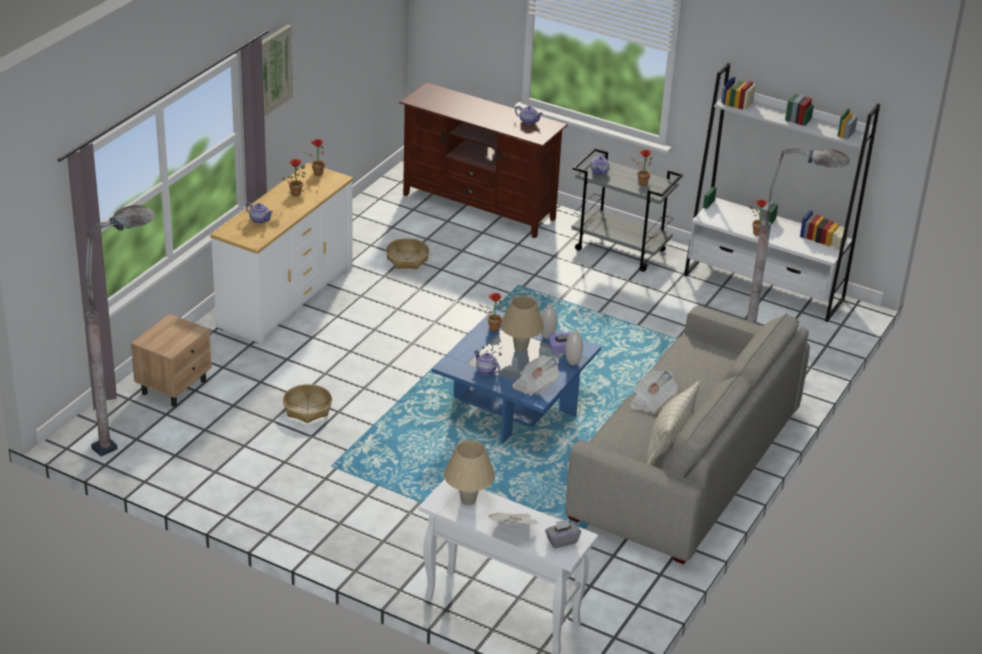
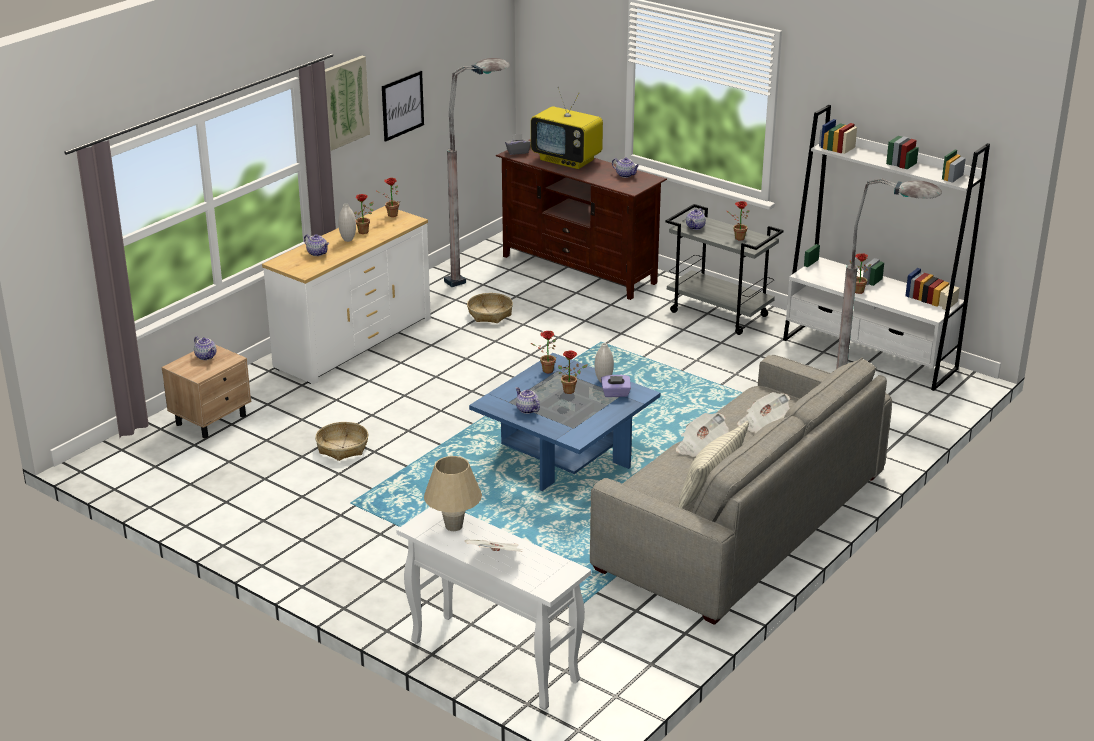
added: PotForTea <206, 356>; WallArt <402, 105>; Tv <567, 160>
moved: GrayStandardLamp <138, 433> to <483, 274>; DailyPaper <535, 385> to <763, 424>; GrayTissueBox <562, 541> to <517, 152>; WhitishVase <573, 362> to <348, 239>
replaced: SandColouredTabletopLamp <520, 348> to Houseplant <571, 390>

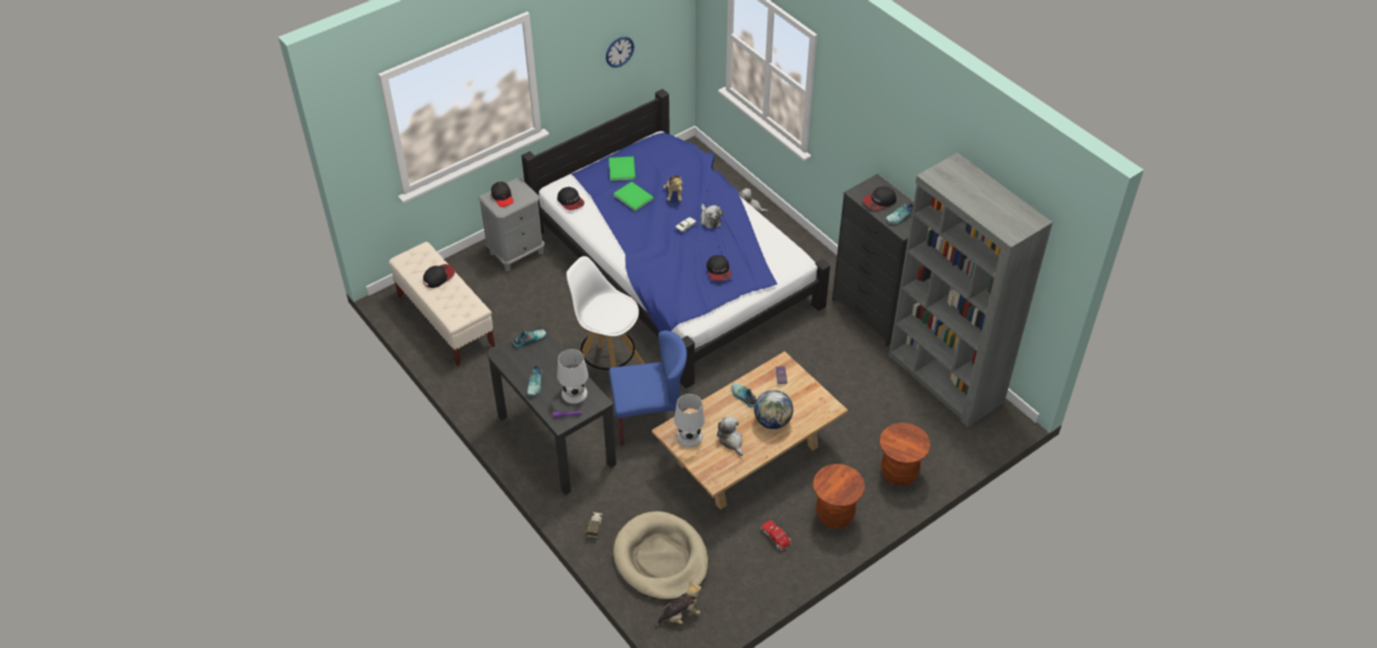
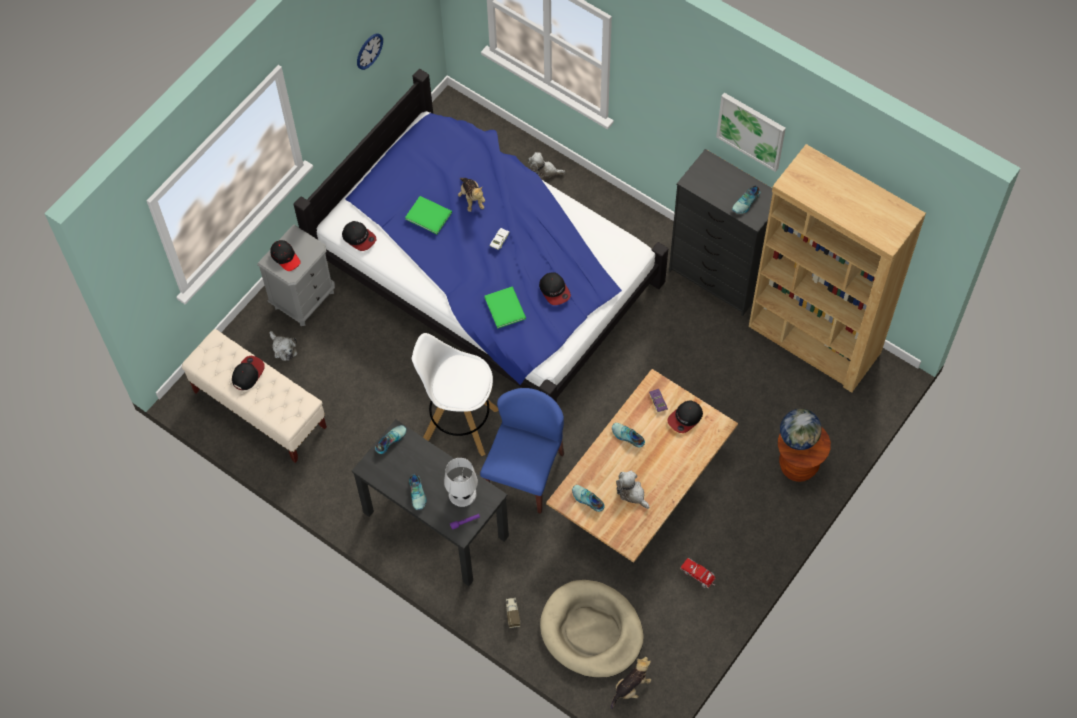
removed: BrownStoolSeat <834, 515>
added: WallArt <751, 130>
moved: GreenColouredVolume <623, 169> to <505, 306>; CuddlyToy <710, 220> to <283, 349>; Globe <772, 421> to <798, 438>; PeakedCap <879, 201> to <685, 418>
replaced: WhitishTabletopLamp <689, 437> to ItemOfFootwear <587, 500>
recoloured: GrayBookshelf <945, 379> to BrownBookshelf <814, 340>
turned: BluishChair <649, 420> = <525, 473> 45 degrees counterclockwise

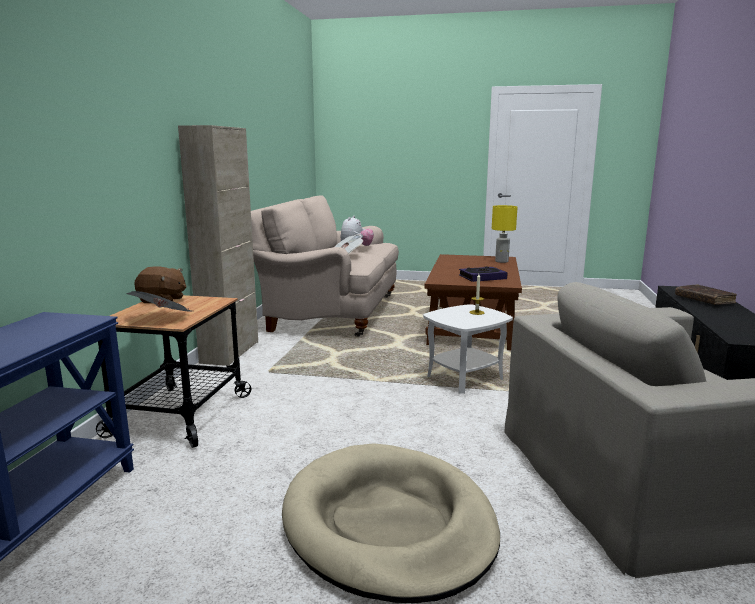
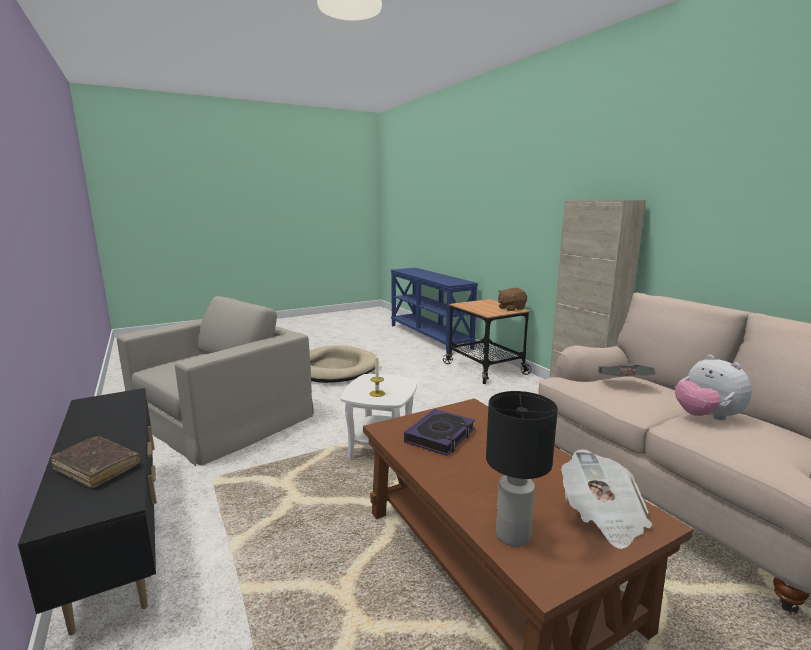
moved: DailyPaper <164, 318> to <602, 516>
recoloured: YellowTabletopLamp <502, 261> to BlackishTabletopLamp <512, 536>

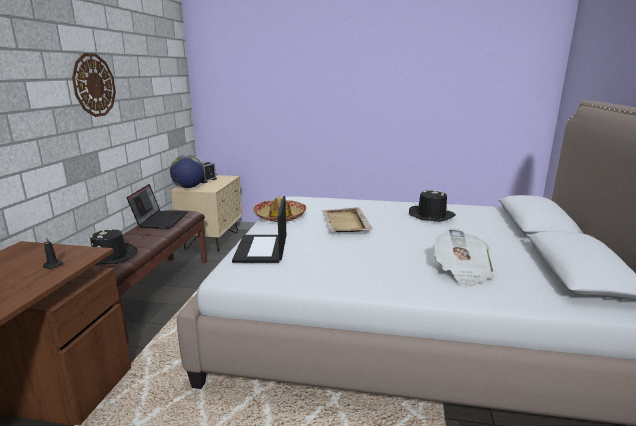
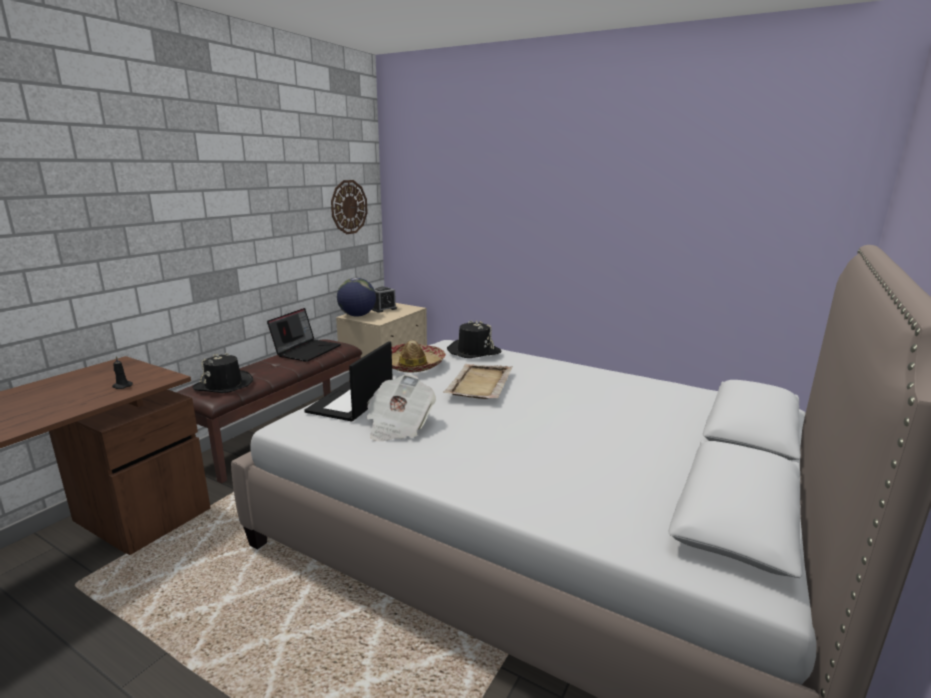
moved: HangingClock <94, 85> to <349, 207>; BlackishClothingHat <431, 215> to <473, 351>; DailyPaper <461, 272> to <398, 426>

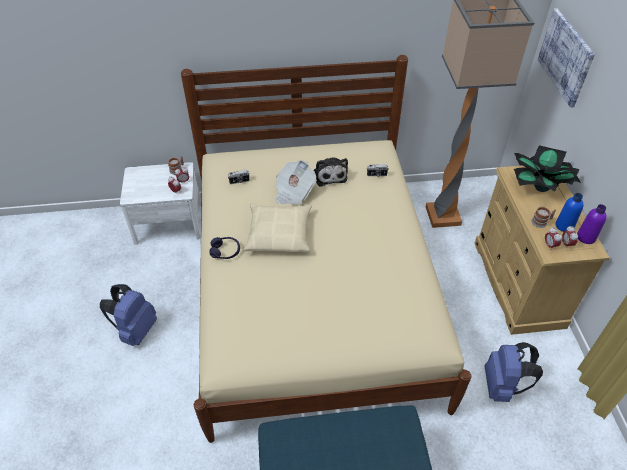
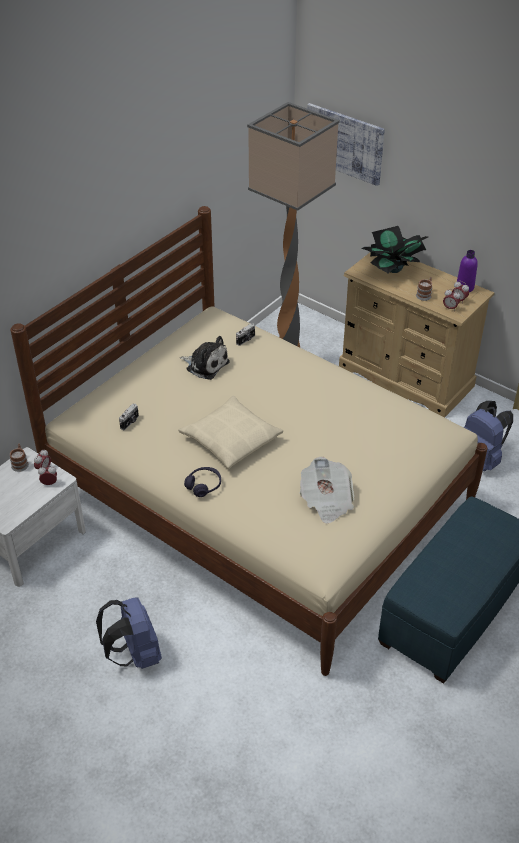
removed: BluishBottle <564, 226>
moved: DailyPaper <293, 192> to <326, 501>

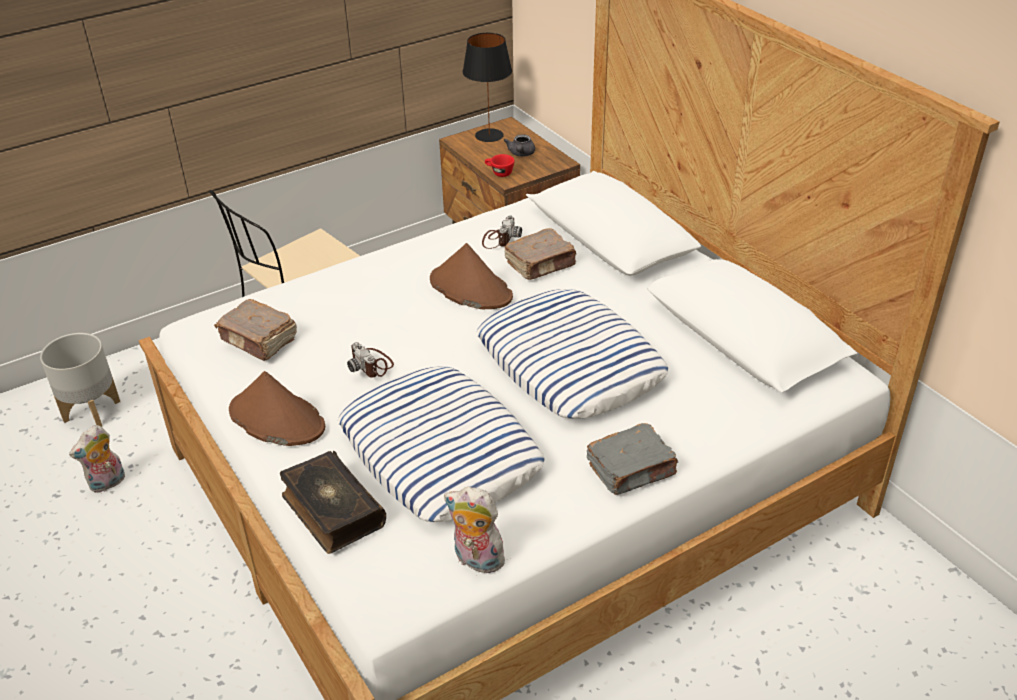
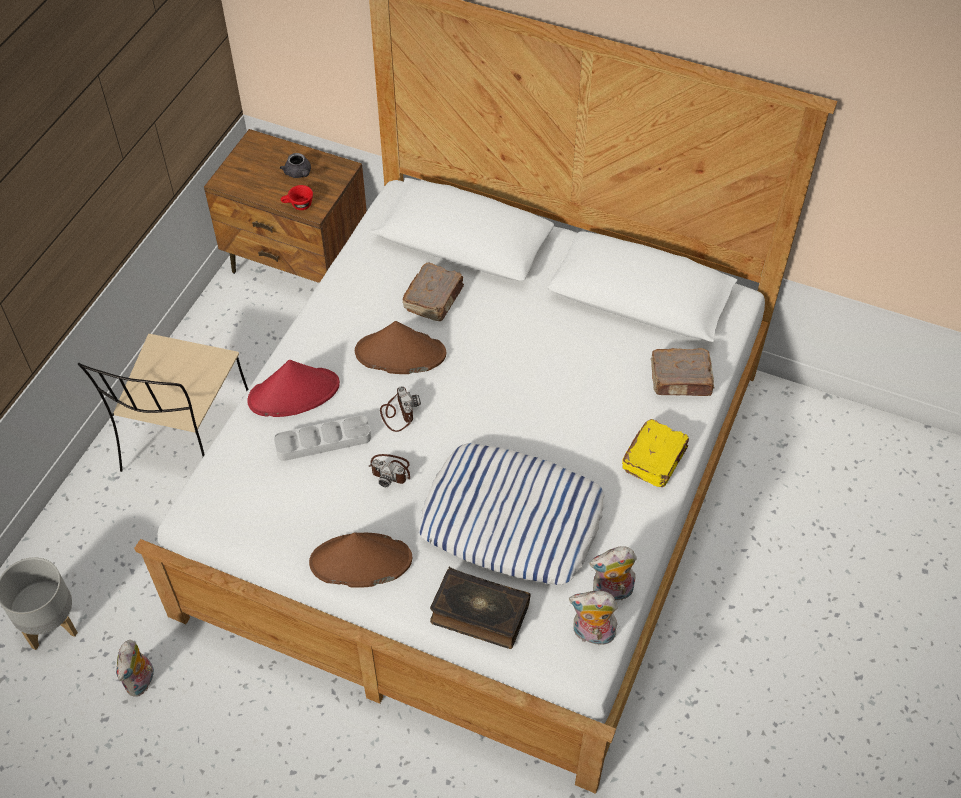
removed: BlackishTabletopLamp <489, 135>; Pillow <570, 364>
added: ReddishClothingHat <294, 393>; GrayServingTray <323, 441>; CuddlyToy <592, 634>
moved: BrownVolume <259, 340> to <681, 380>; PhotoCamera <499, 239> to <398, 413>
recoloured: GrayVolume <632, 470> to YellowVolume <655, 459>

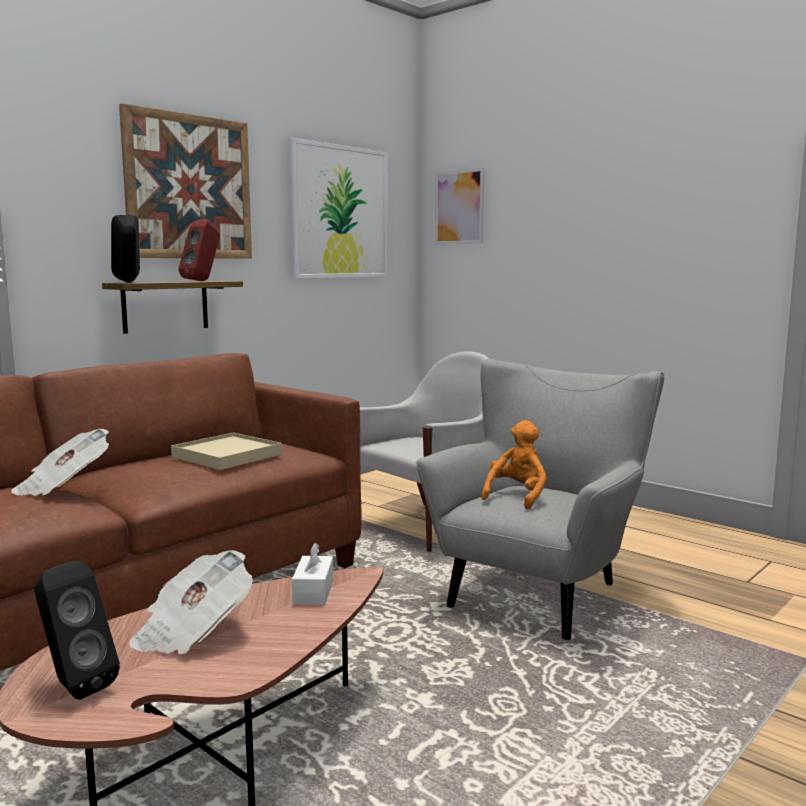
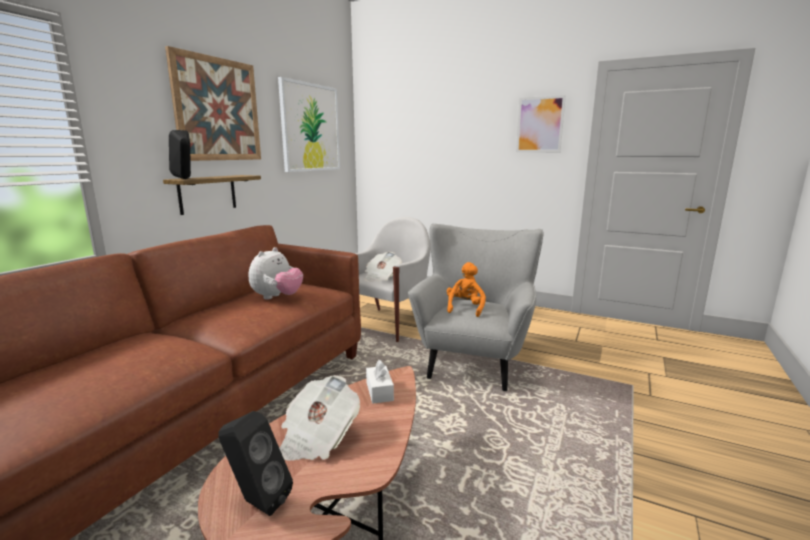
removed: ReddishLoudspeaker <203, 281>
moved: DailyPaper <63, 487> to <381, 277>; WallArt <459, 207> to <540, 124>
replaced: SandColouredServingTray <227, 455> to CuddlyToy <277, 297>

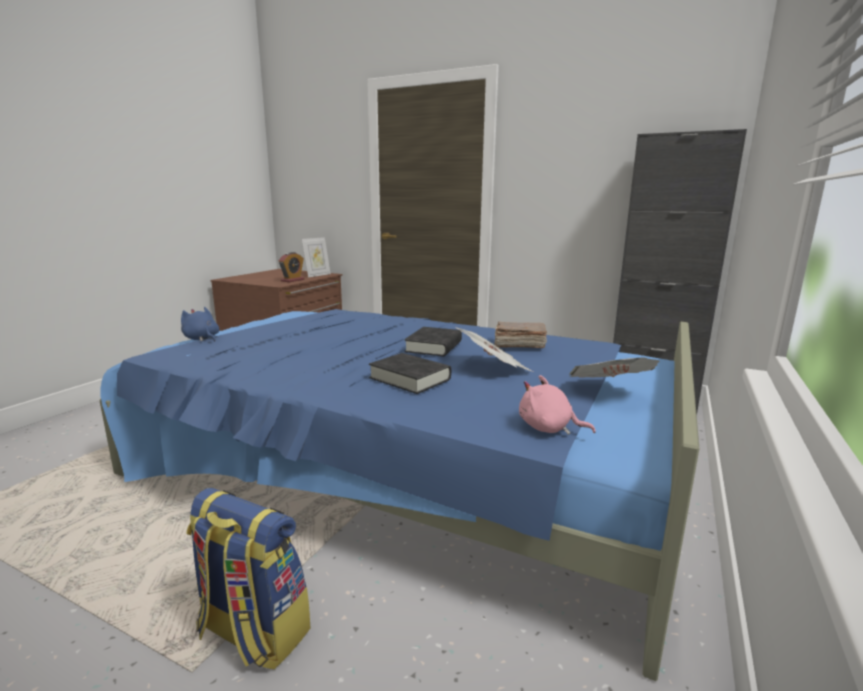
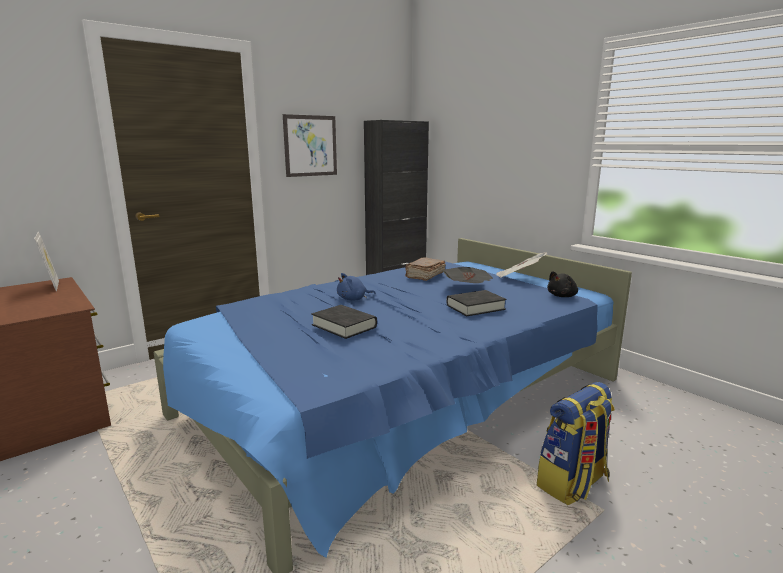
removed: TableClock <292, 280>
added: WallArt <310, 146>
moved: BluishCuddlyToy <202, 339> to <353, 299>; BlackishVolume <434, 347> to <344, 326>
recoloured: PinkishCuddlyToy <548, 428> to BlackishCuddlyToy <562, 296>

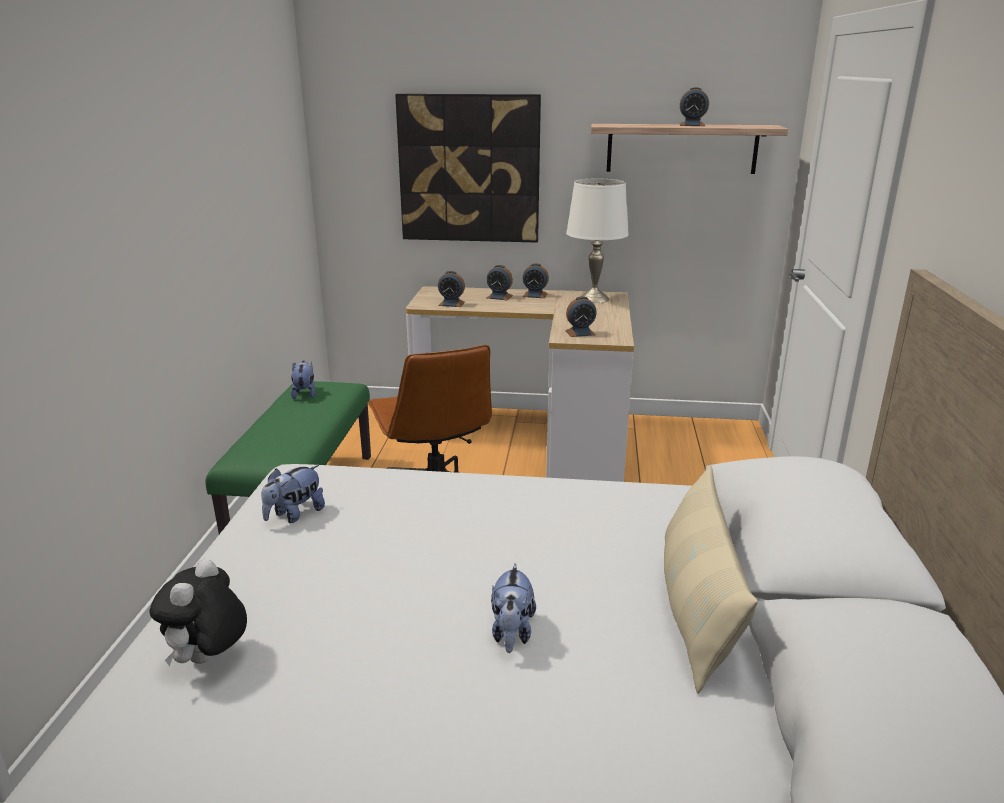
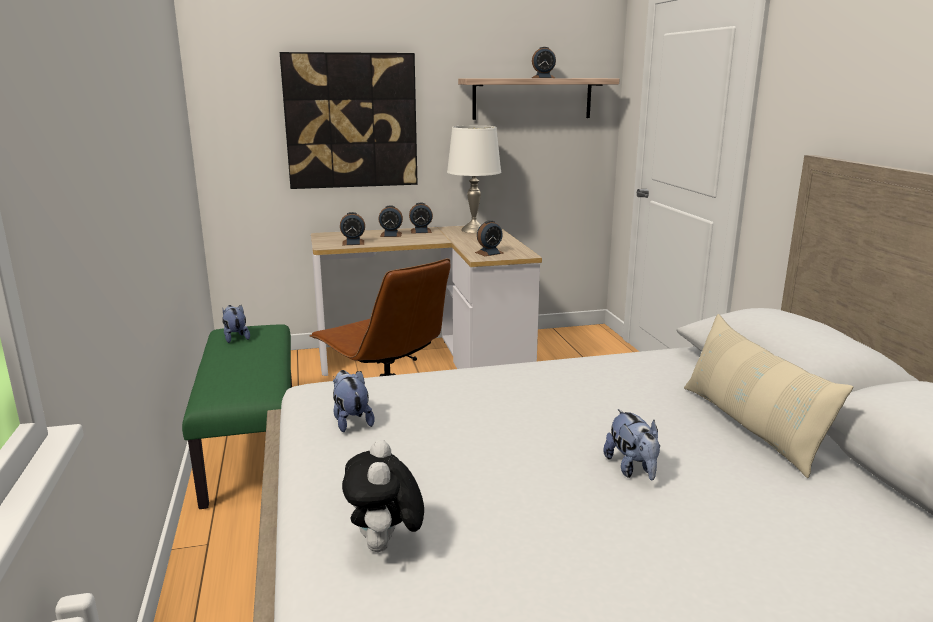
turned: CuddlyToy <294, 514> = <351, 421> 135 degrees clockwise

